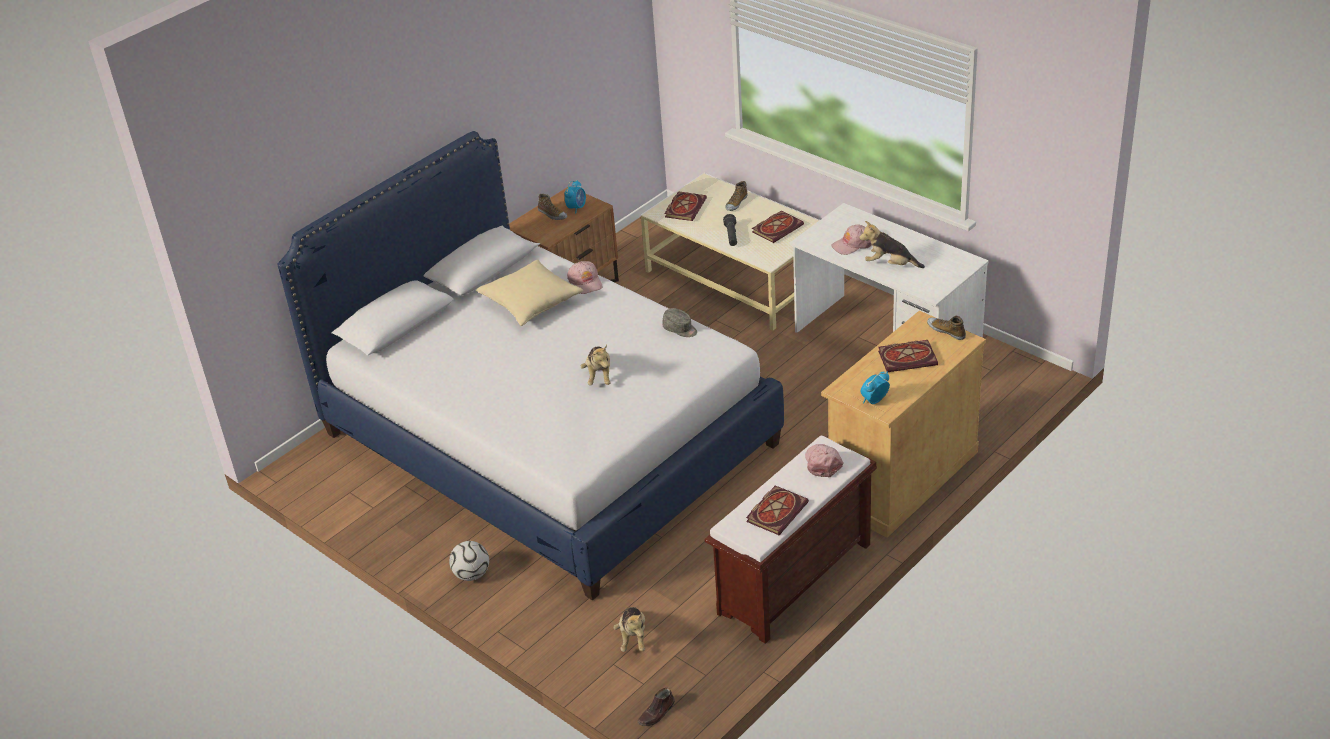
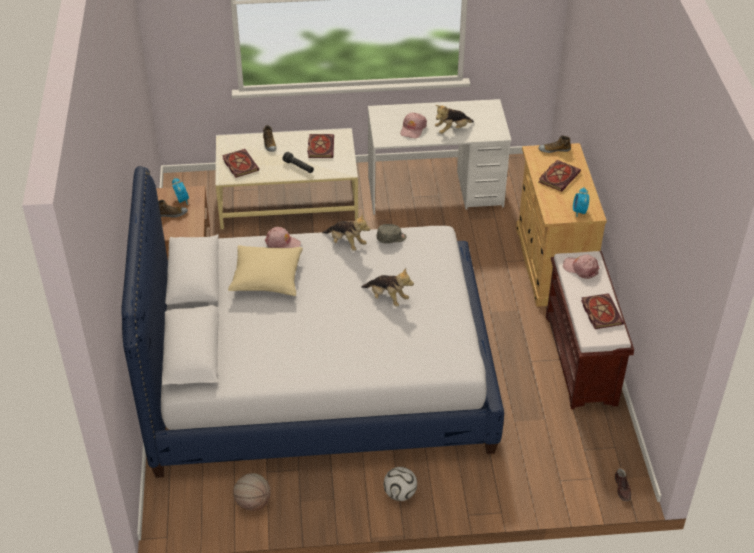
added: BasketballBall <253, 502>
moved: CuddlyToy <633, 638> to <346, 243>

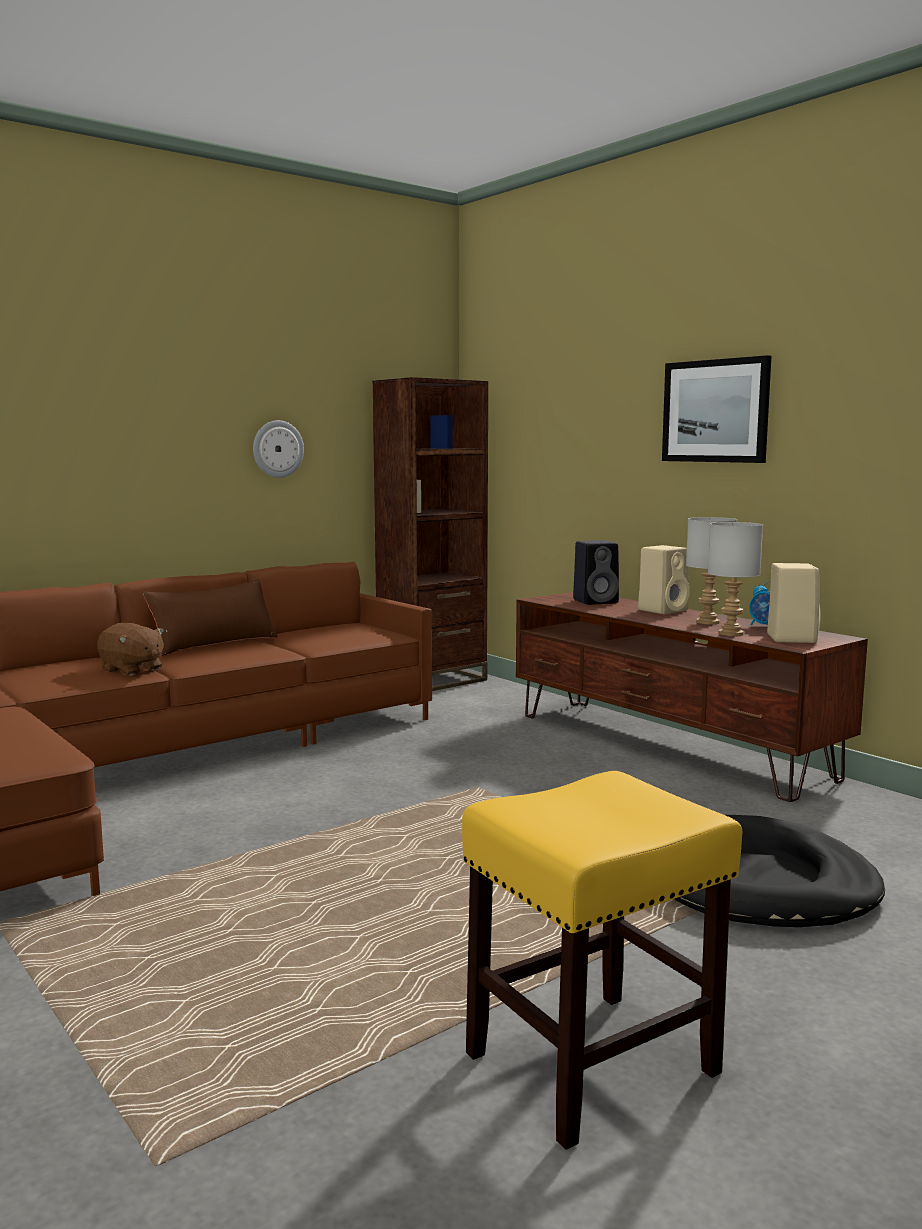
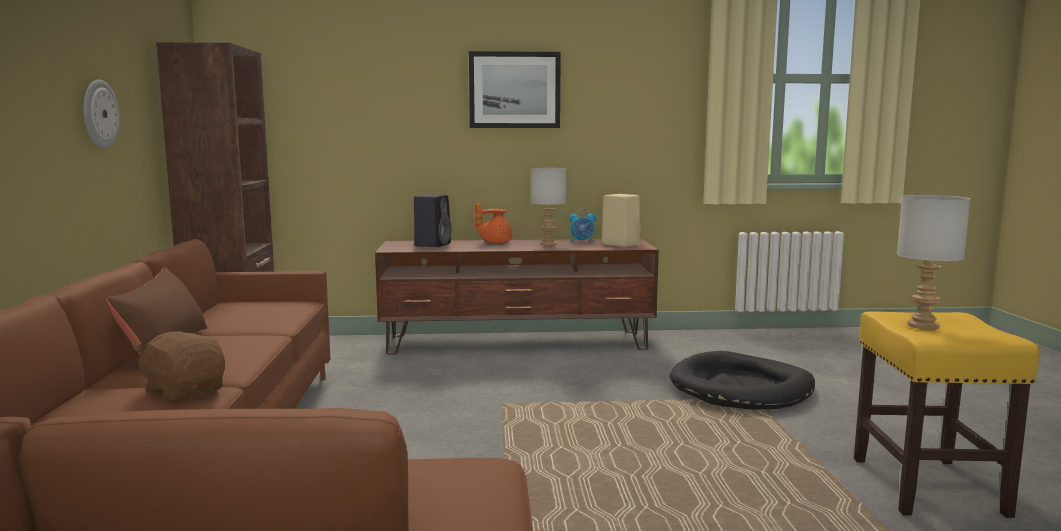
moved: GrayTabletopLamp <730, 634> to <924, 326>
replaced: SandColouredLoudspeaker <663, 610> to OrangePotForTea <494, 242>
turned: BrownCuddlyToy <132, 670> = <185, 392> 120 degrees counterclockwise

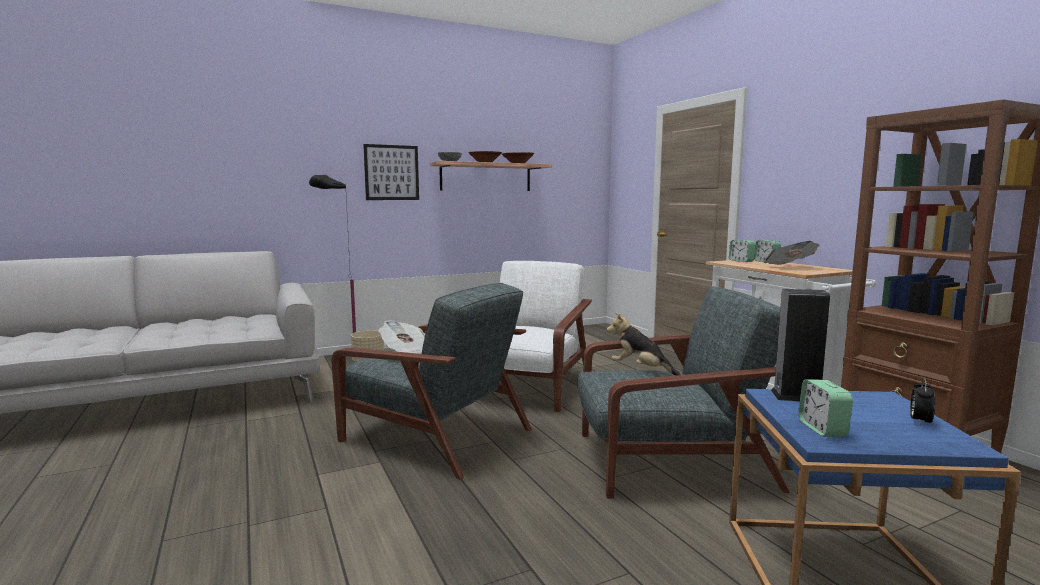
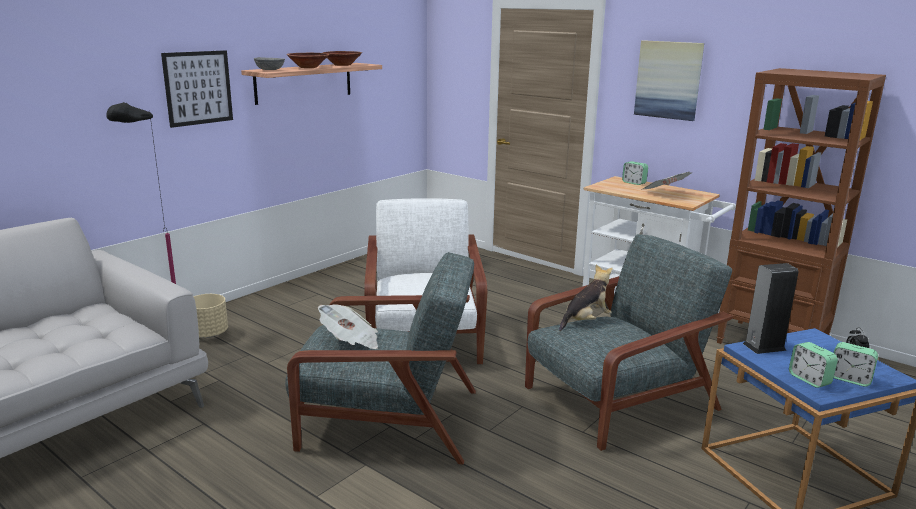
added: WallArt <668, 80>
moved: TableClock <741, 261> to <850, 379>
turned: CuddlyToy <640, 369> = <585, 321> 135 degrees clockwise

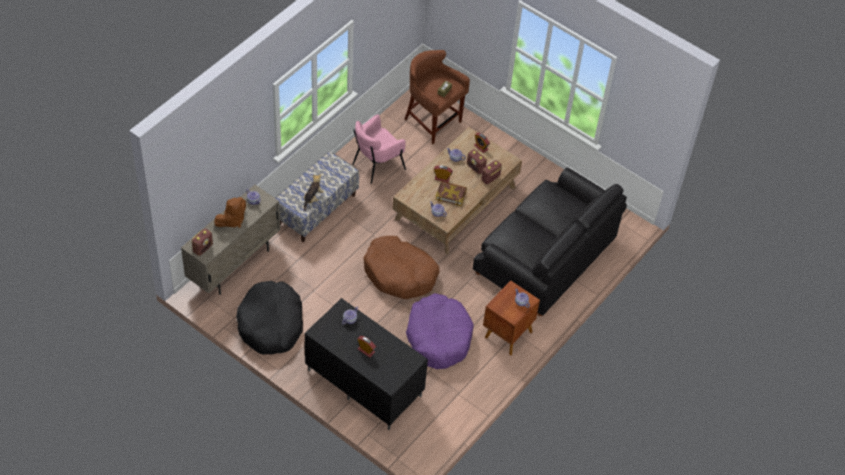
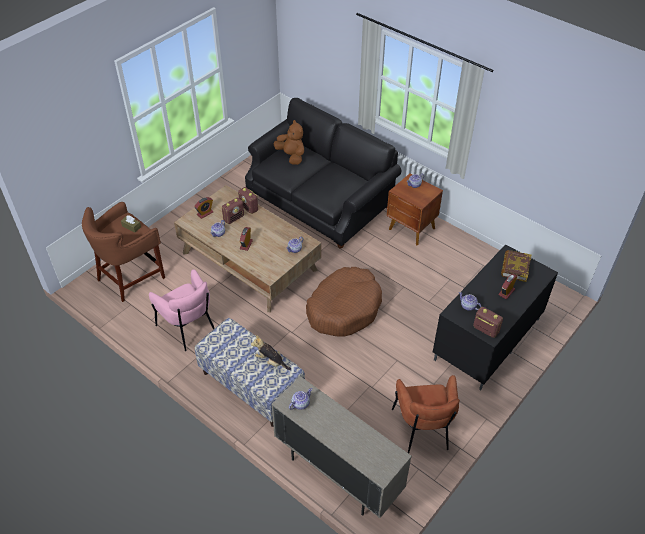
removed: PurpleDogBed <438, 337>
moved: RadioSet <203, 248> to <485, 330>; BrownCuddlyToy <232, 220> to <291, 156>; Volume <451, 194> to <515, 267>
replaced: BlackishDogBed <271, 324> to BrownLoungeChair <423, 428>

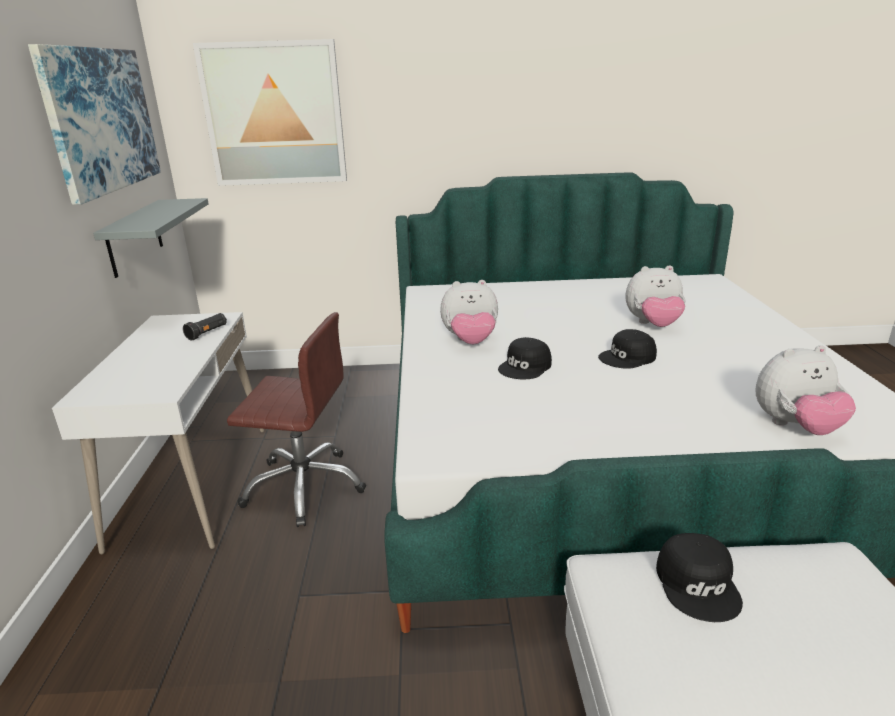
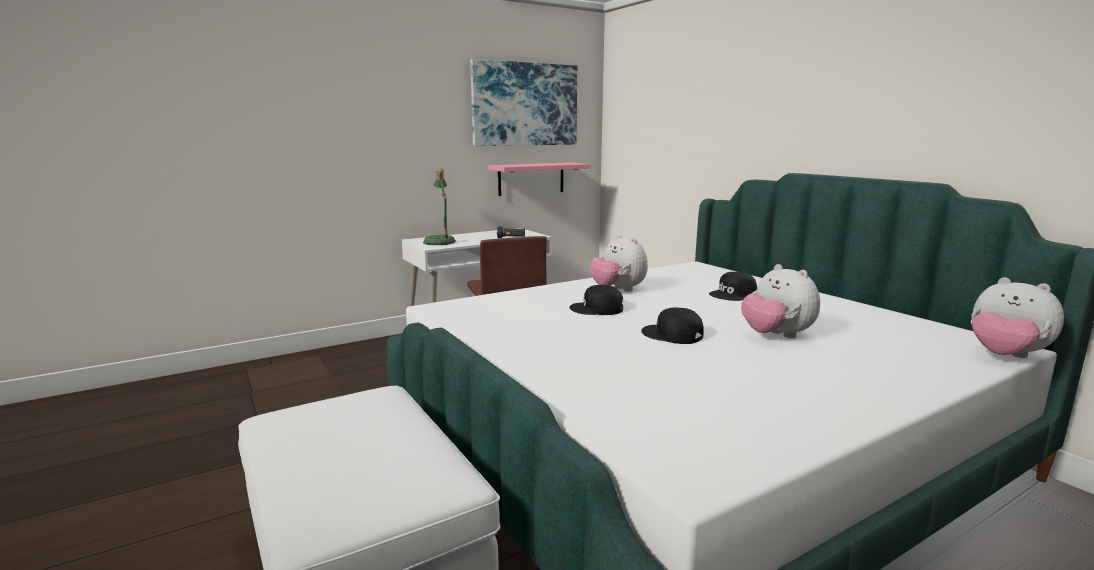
removed: WallArt <274, 114>
added: TabletopLamp <440, 241>
moved: BlackishPeakedCap <698, 584> to <733, 294>; CuddlyToy <795, 427> to <1005, 356>
recoloured: GrayBracketShelf <134, 237> to PinkishBracketShelf <531, 178>

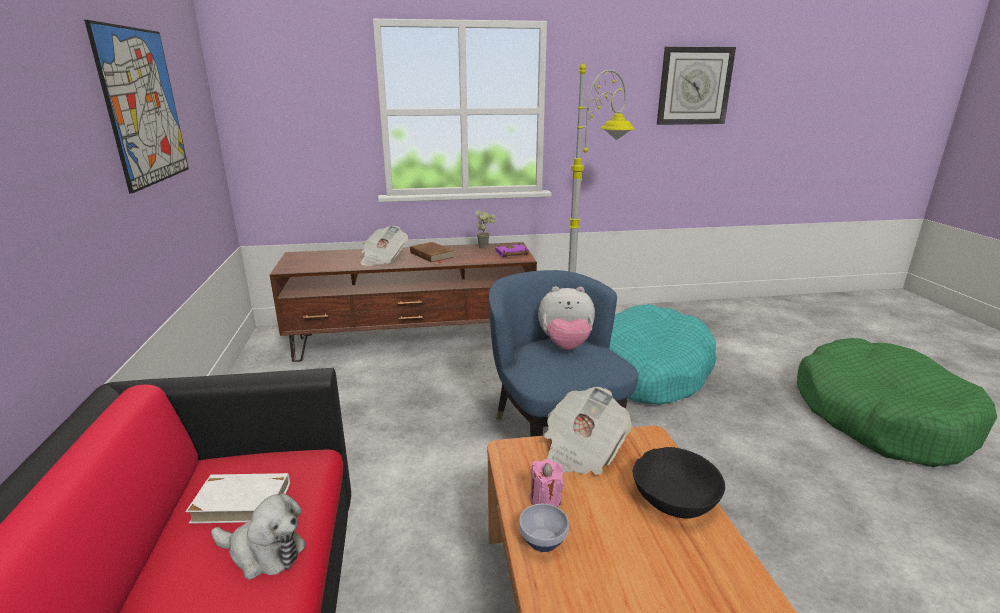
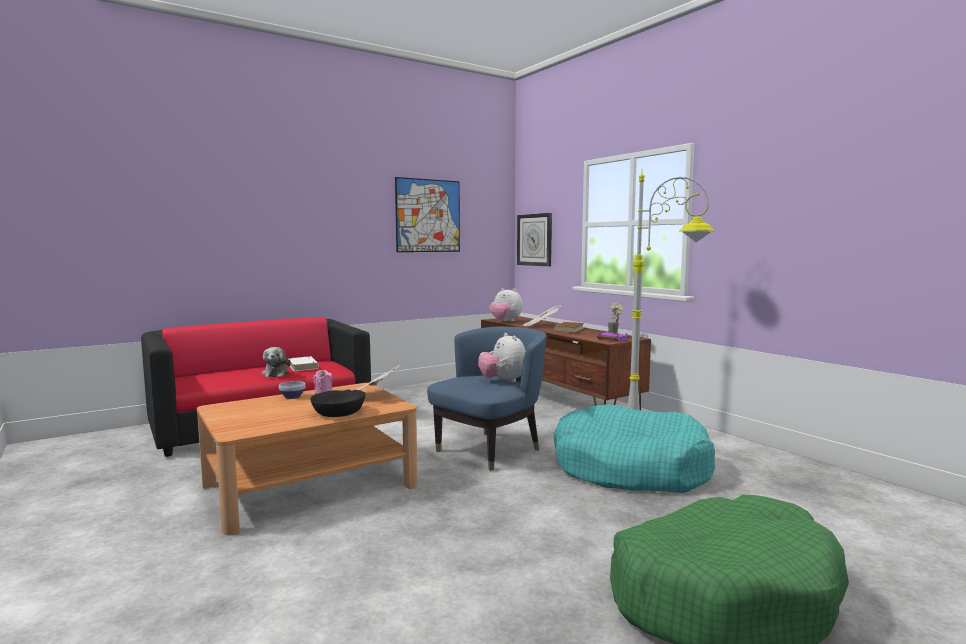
added: CuddlyToy <505, 321>
moved: HangingClock <694, 86> to <535, 239>

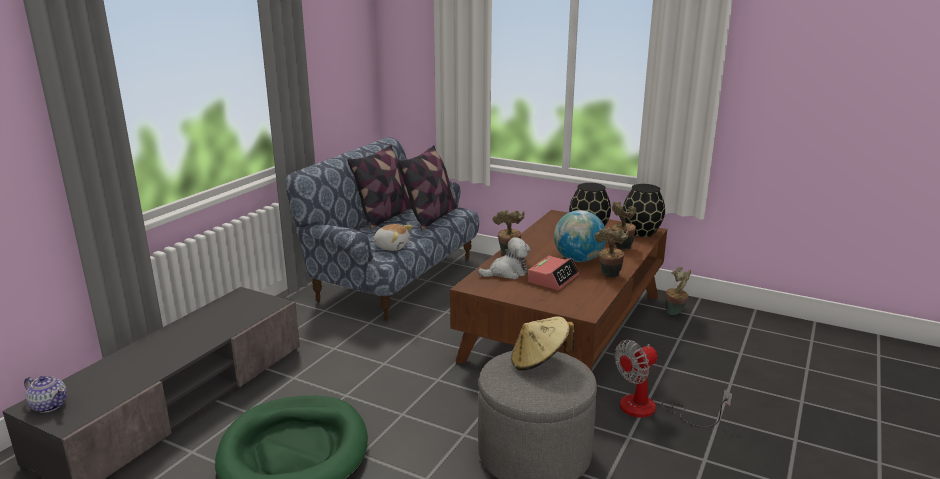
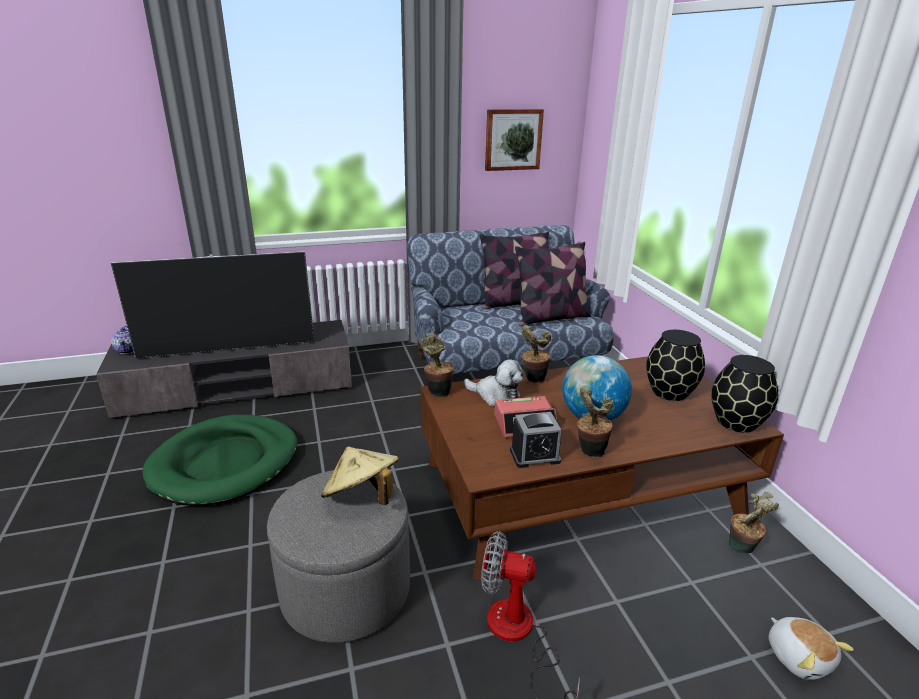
added: Tv <228, 350>; WallArt <513, 139>; TableClock <535, 455>
moved: CuddlyToy <392, 247> to <799, 657>; Houseplant <621, 247> to <437, 392>

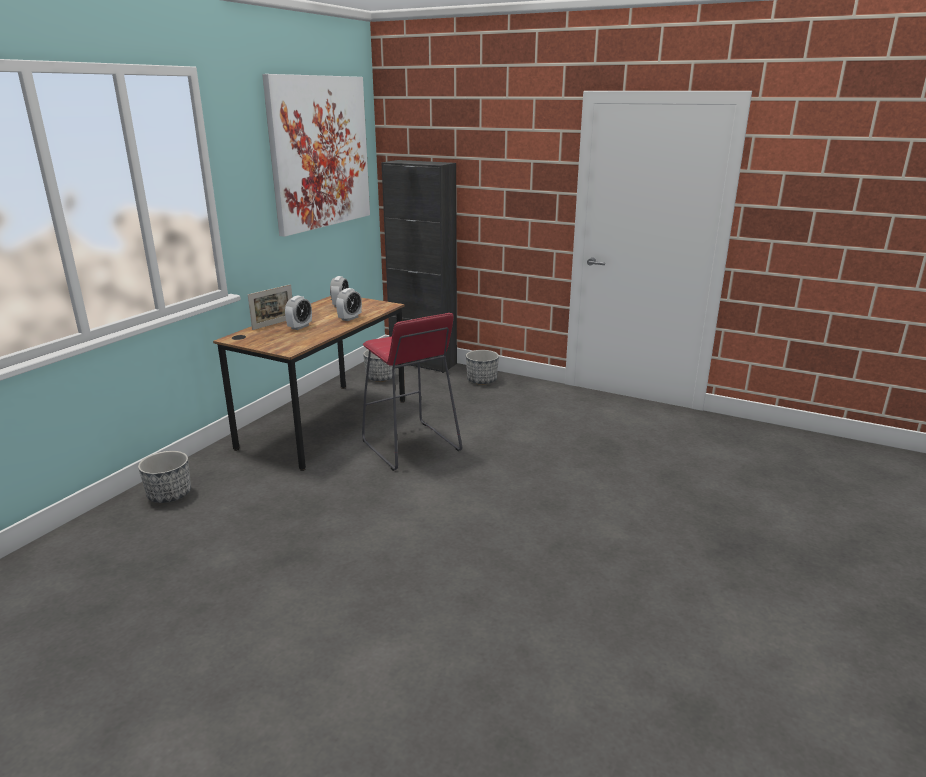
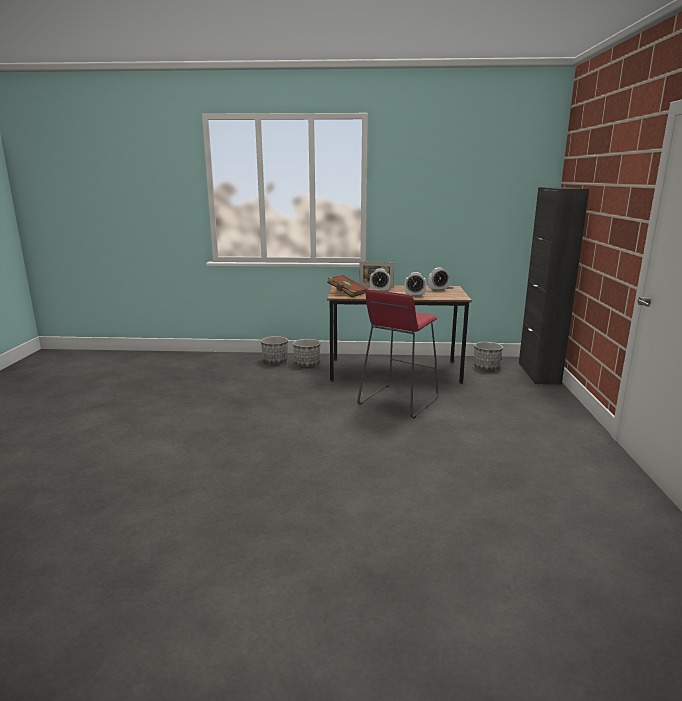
removed: WallArt <320, 153>
added: BrownVolume <346, 293>
moved: PlantPot <482, 381> to <306, 364>

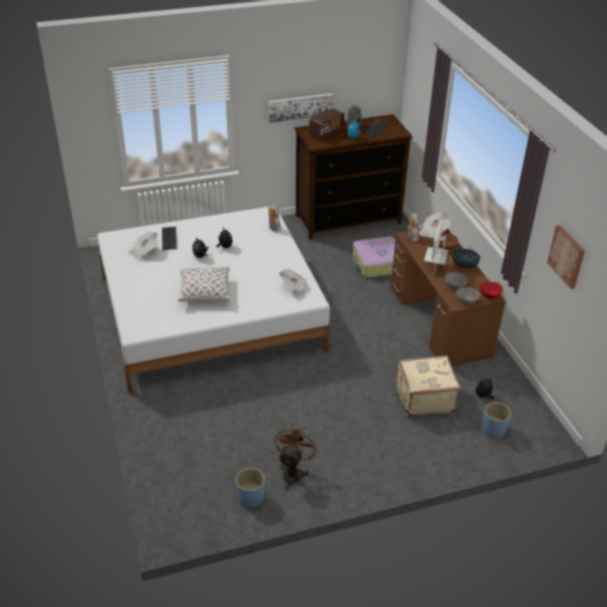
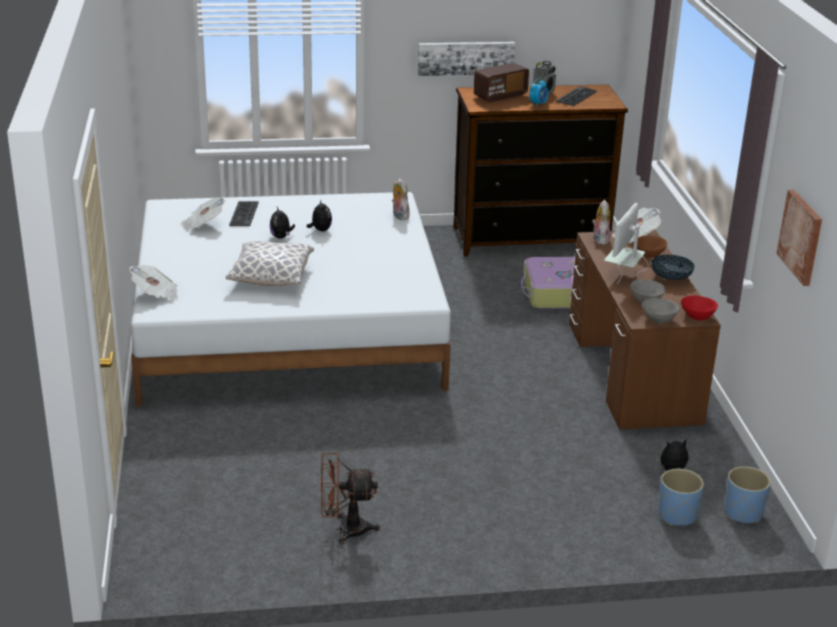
removed: SandColouredSuitcase <424, 398>
moved: BluishPlantPot <250, 498> to <742, 513>; DailyPaper <295, 287> to <156, 294>
turned: BrownCoolingFan <293, 472> = <344, 529> 120 degrees counterclockwise

